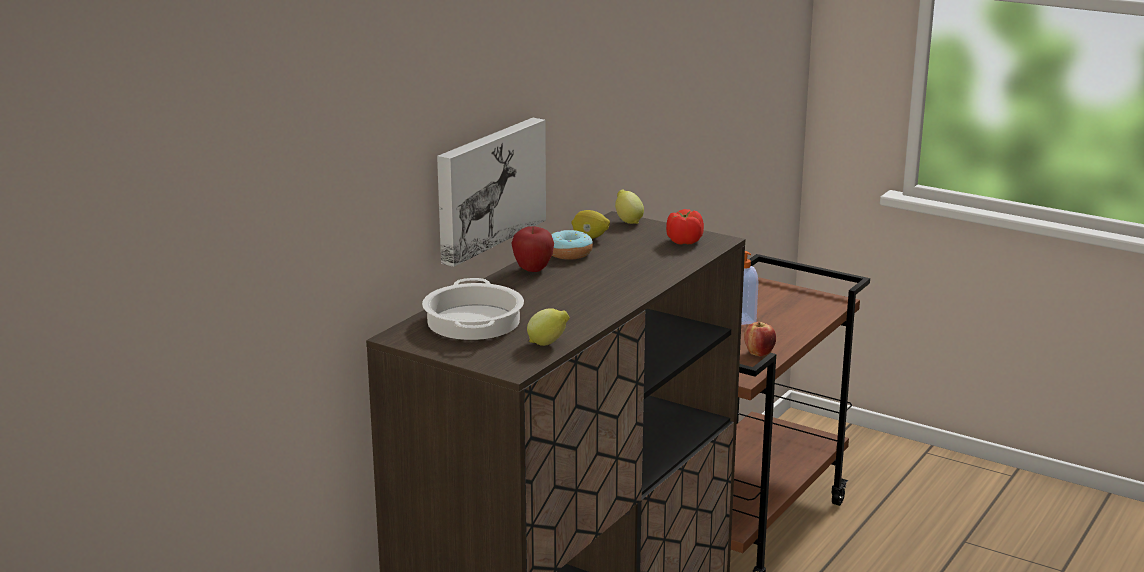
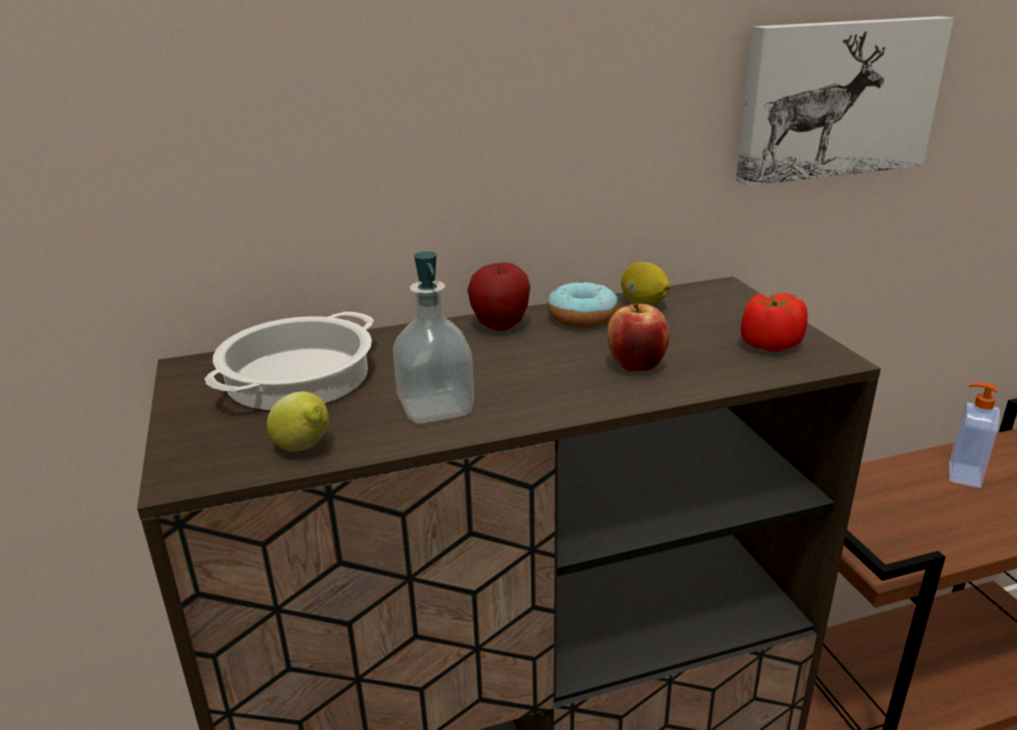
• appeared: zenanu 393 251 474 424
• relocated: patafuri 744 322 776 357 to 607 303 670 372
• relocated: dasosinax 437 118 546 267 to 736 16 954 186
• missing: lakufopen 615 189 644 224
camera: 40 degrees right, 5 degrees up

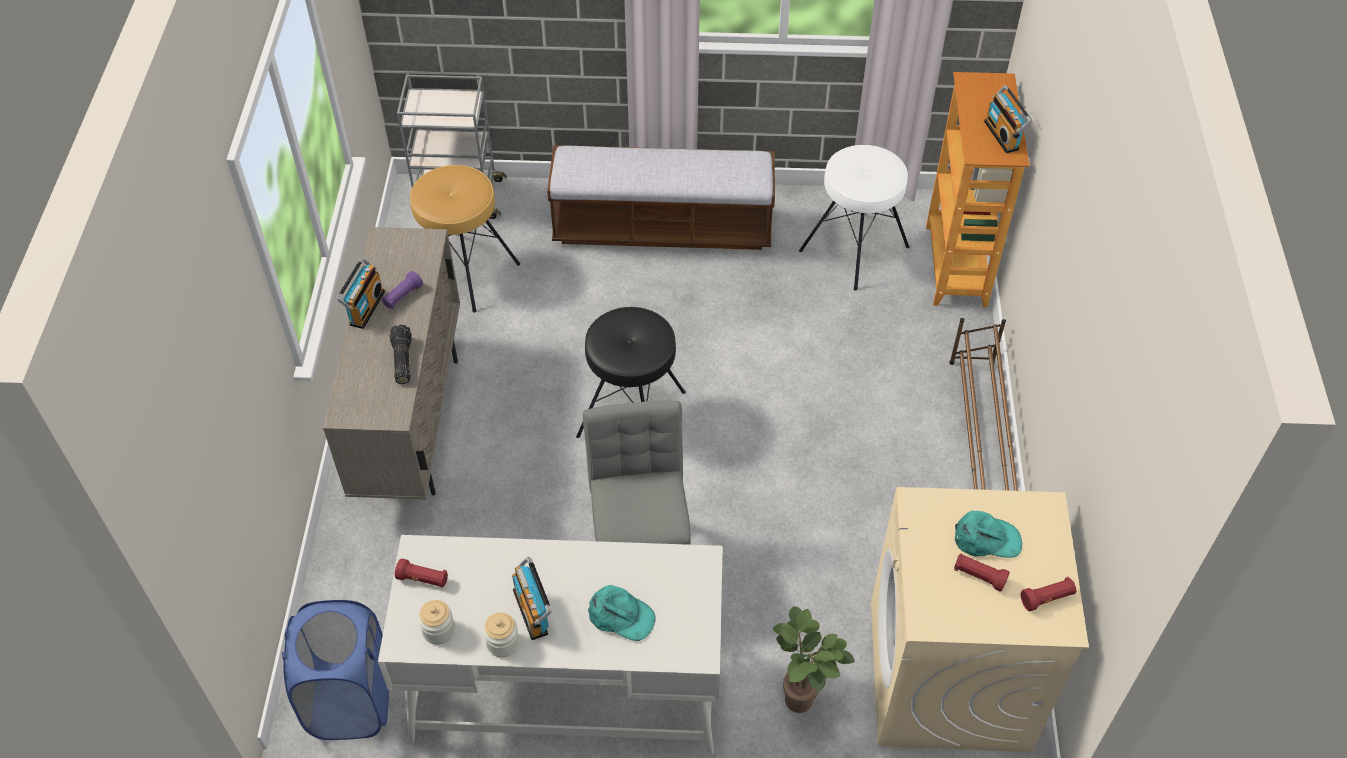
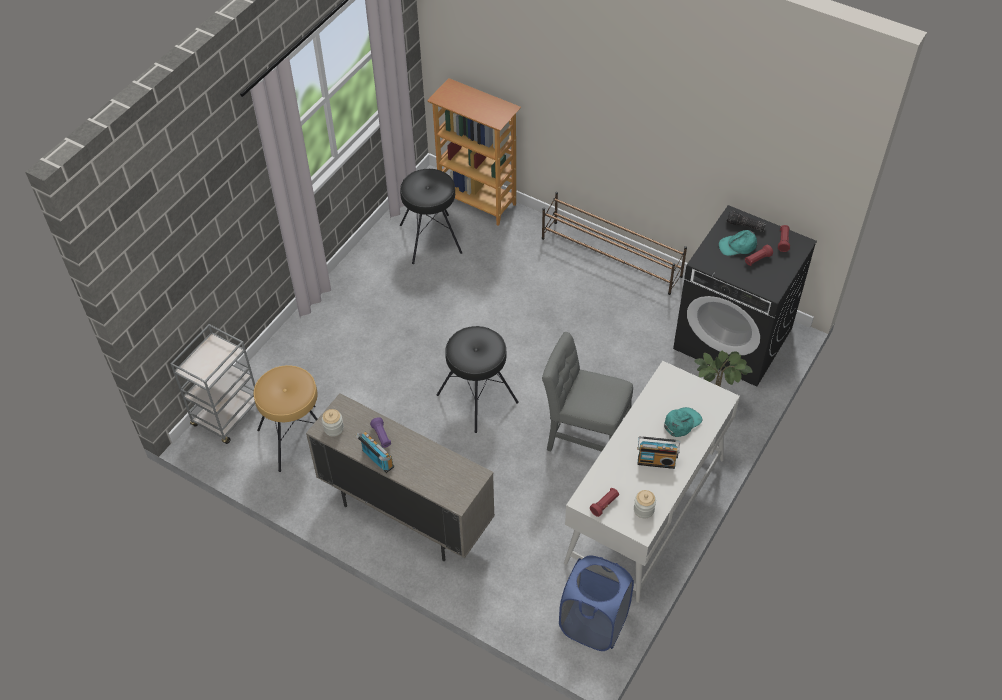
• relocated: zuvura 483 613 519 657 to 322 409 344 437
• colour: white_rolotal 799 145 909 291 to black_rolotal 400 169 462 264
• colour: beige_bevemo 871 487 1089 752 to black_bevemo 673 205 817 387
• spun: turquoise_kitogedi 955 511 1022 558 = 719 230 758 256 135 degrees counterclockwise
• relocated: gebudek 390 325 412 384 to 726 210 766 232
• missing: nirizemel 547 145 775 250
• missing: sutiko 984 85 1032 153
camera: 60 degrees left, 0 degrees up

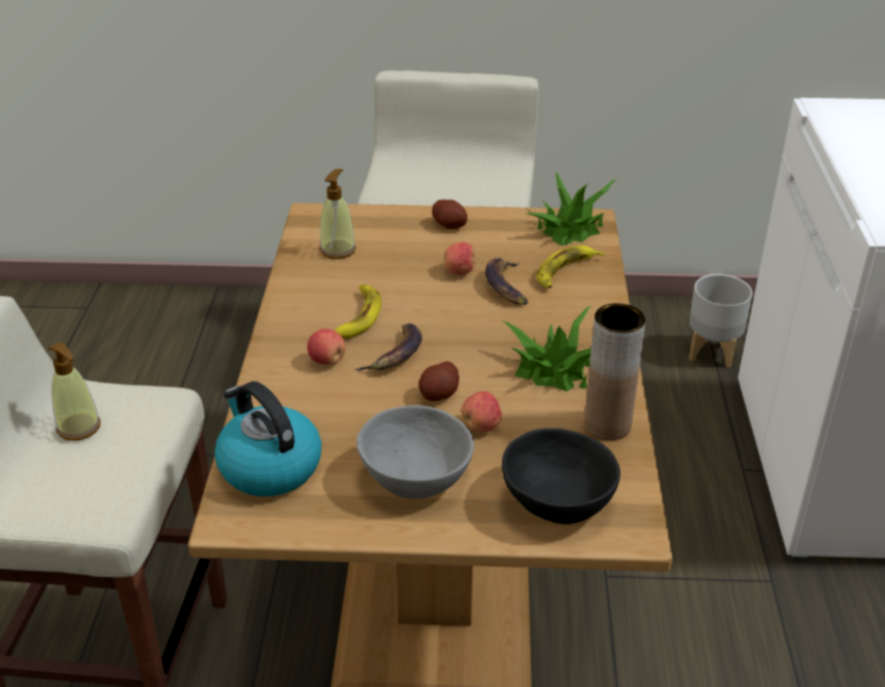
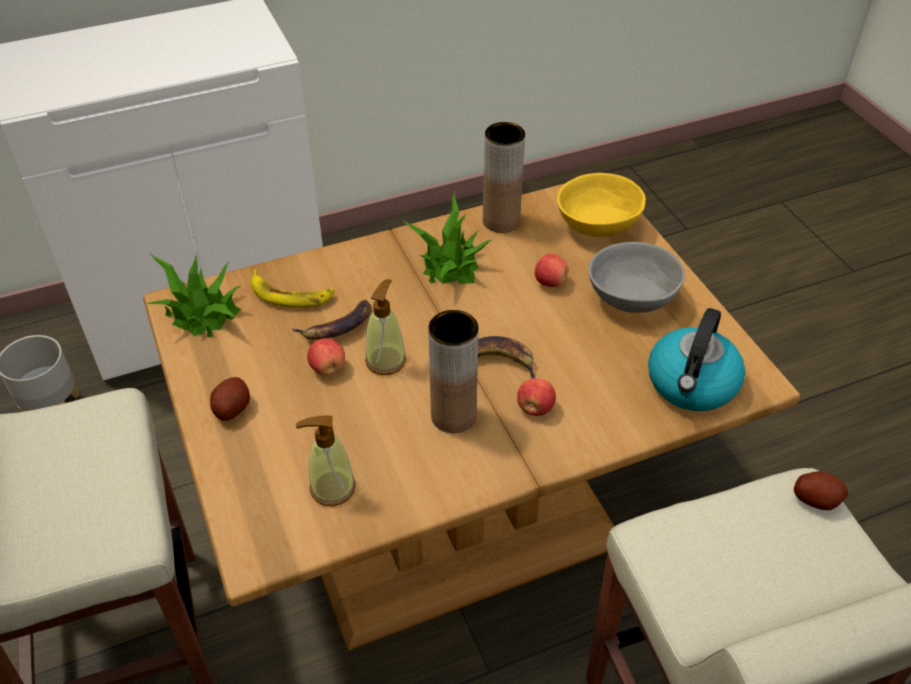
• relocated: zenanu 48 342 101 441 to 365 279 406 375
• exchanged: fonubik 335 284 381 339 to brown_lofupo 428 310 478 433
• colour: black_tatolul 502 428 620 524 to yellow_tatolul 557 173 646 237
• relocated: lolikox 419 361 459 401 to 794 471 848 510
camera: 115 degrees left, 10 degrees up

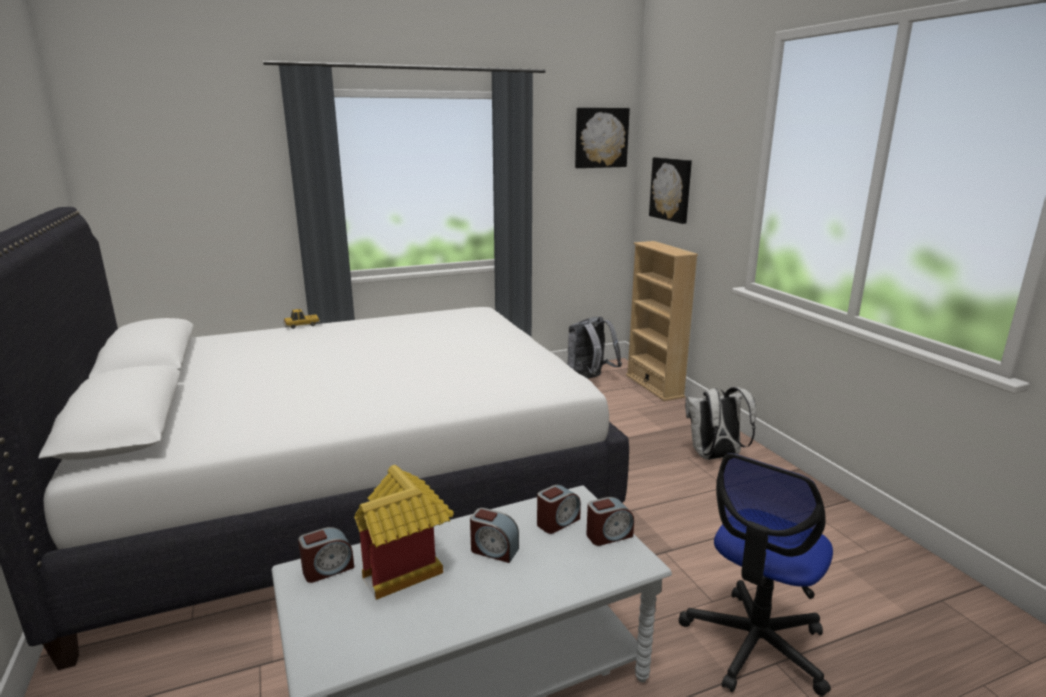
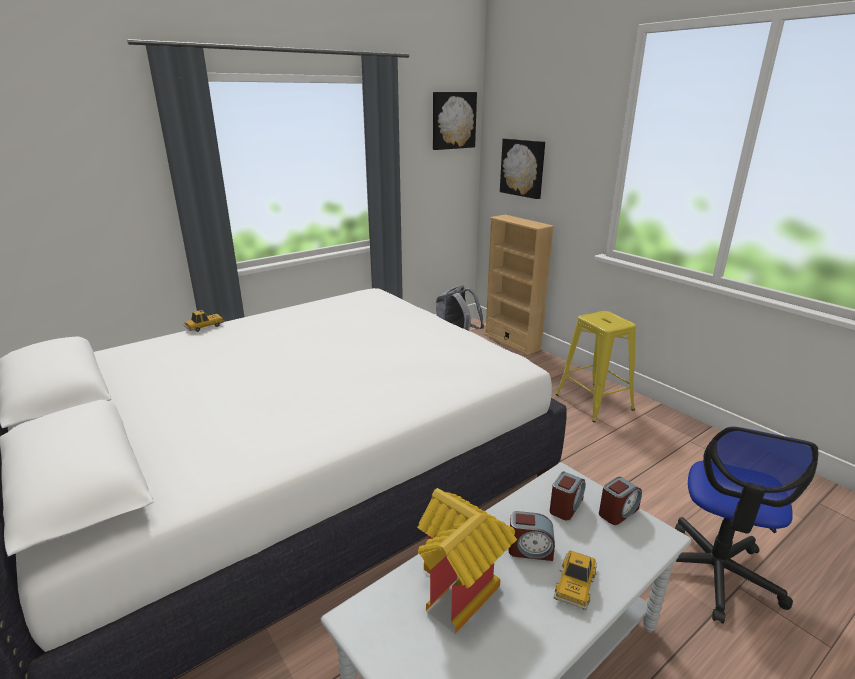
• appeared: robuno 554 550 597 610
• exchanged: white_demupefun 685 387 756 460 to yellow_rolotal 556 311 636 422
• missing: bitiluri 298 527 354 583
camera: 15 degrees left, 5 degrees up

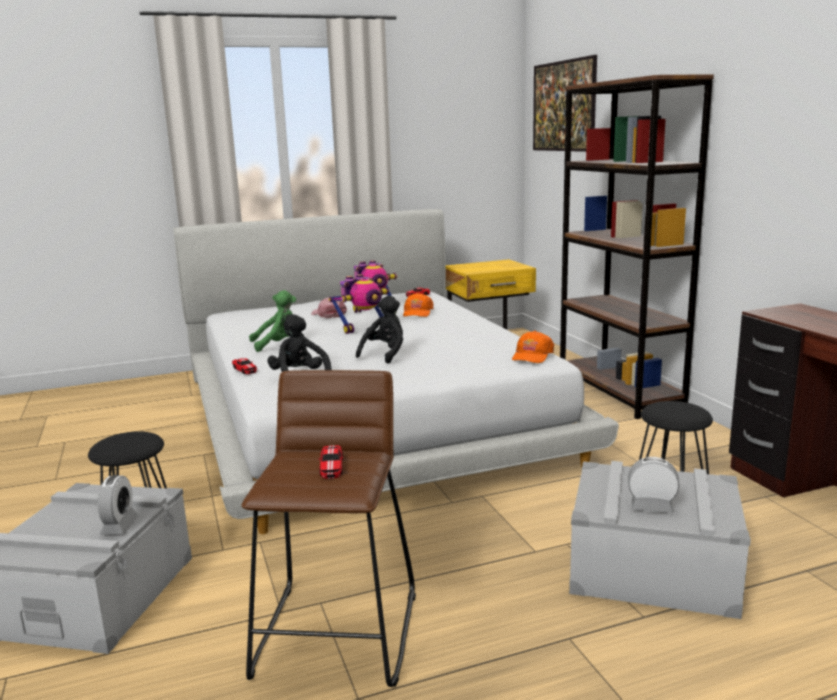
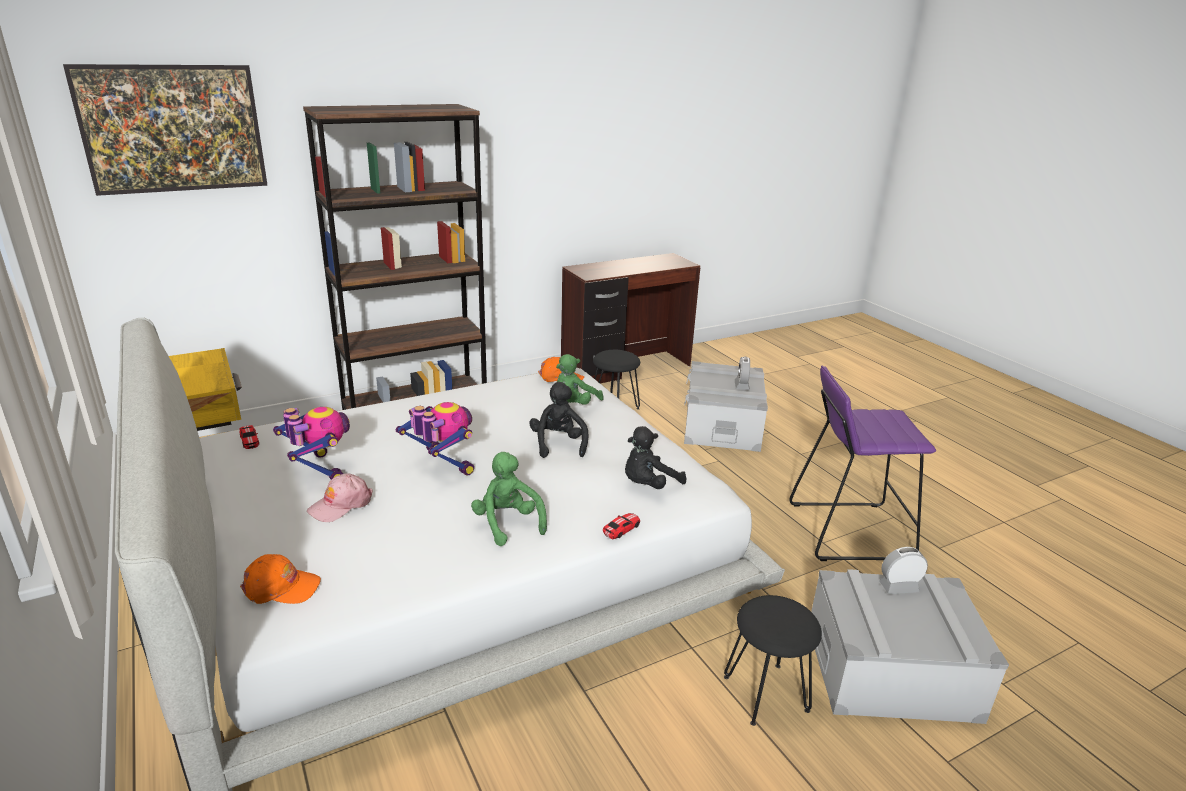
• relocated: orange_kitogedi 403 293 434 317 to 240 554 321 604
• spun: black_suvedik 356 295 403 364 = 529 382 589 458 60 degrees clockwise
• appeared: green_suvedik 556 354 603 405
• colour: brown_rolotal 242 370 416 687 to purple_rolotal 789 366 936 561
• missing: robuno 318 445 343 479
camera: 100 degrees left, 10 degrees up

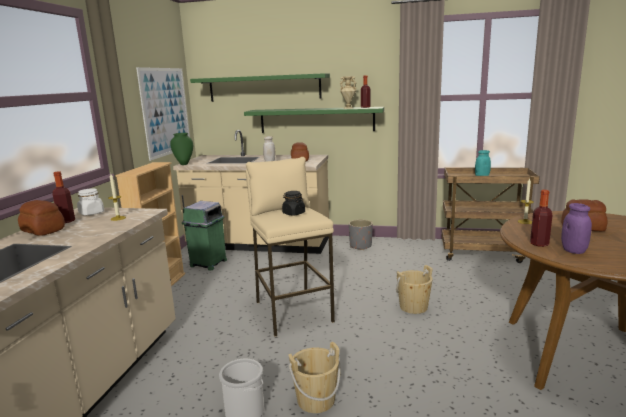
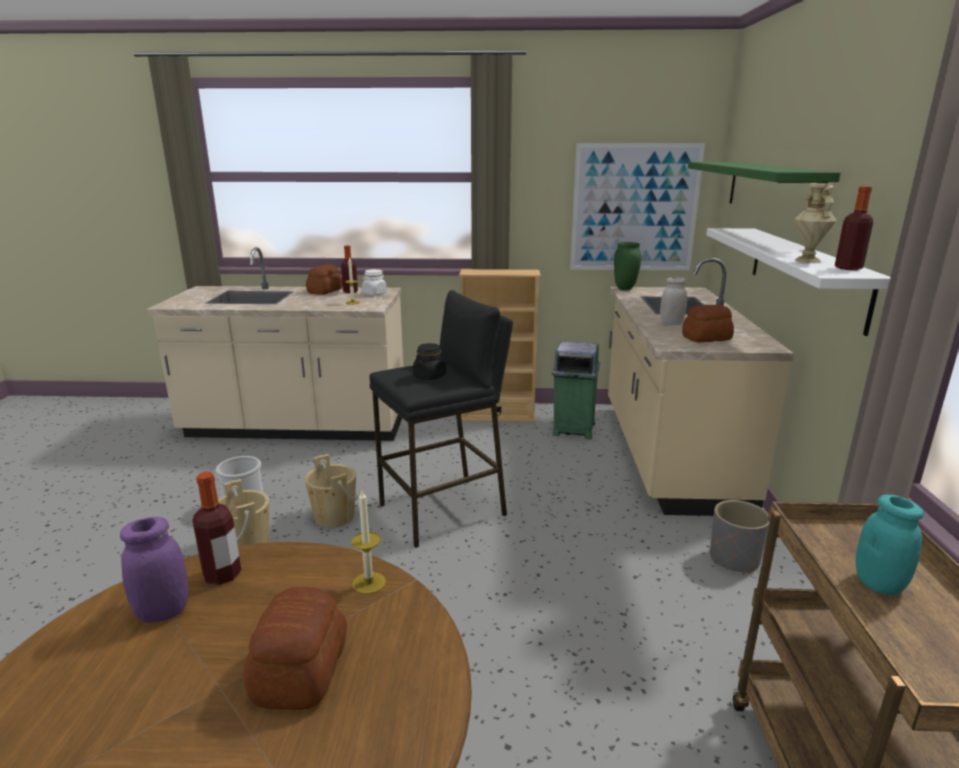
• relocated: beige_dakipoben 396 265 433 314 to 305 454 358 528
• colour: beige_rolotal 245 157 335 337 to black_rolotal 370 290 513 548
• colour: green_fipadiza 244 107 384 133 to white_fipadiza 706 228 890 336
camera: 80 degrees right, 5 degrees up

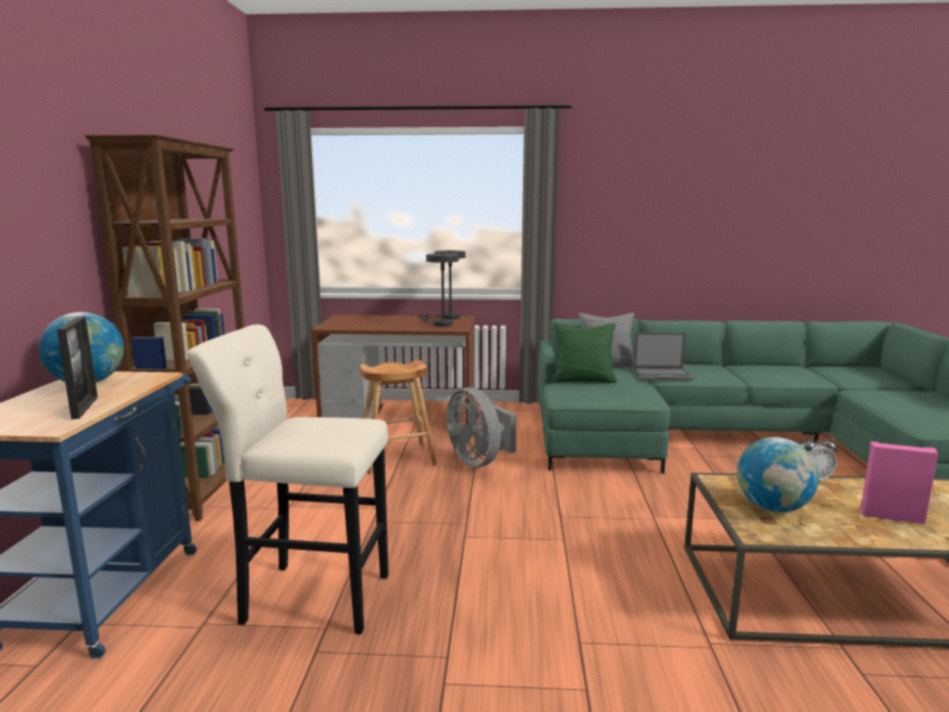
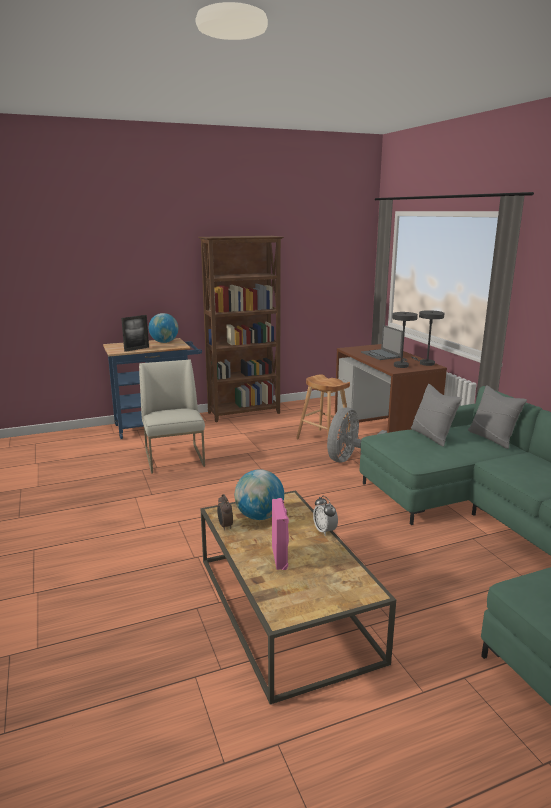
• exchanged: beige_rolotal 187 324 389 635 to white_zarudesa 139 360 205 474
• appeared: bitiluri 217 494 233 531
• relocated: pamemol 633 333 694 380 to 361 325 403 360
• colour: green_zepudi 553 323 617 383 to grey_zepudi 411 384 462 447
camera: 65 degrees right, 5 degrees up

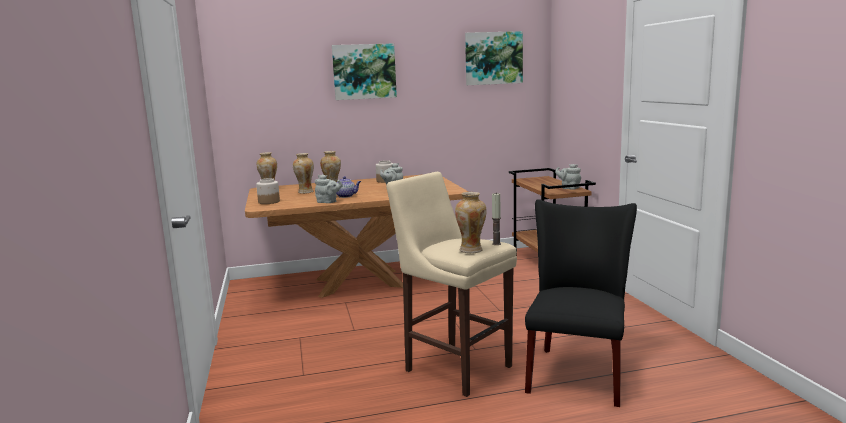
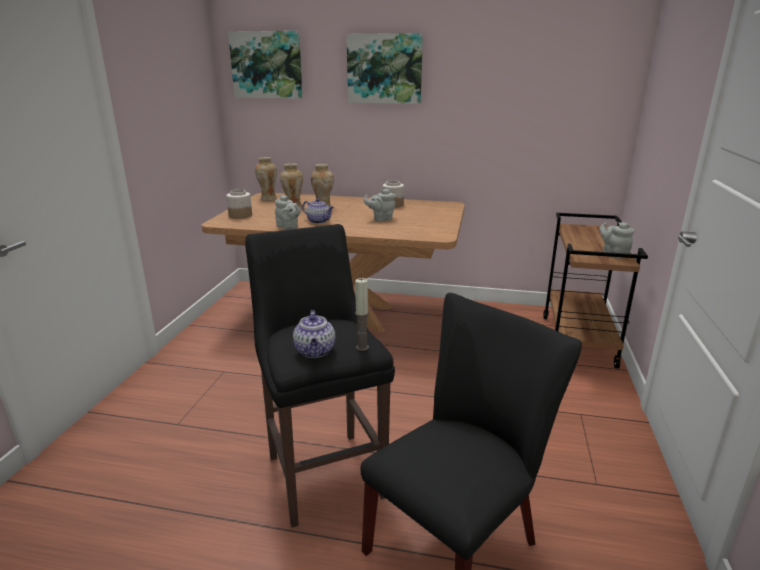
• relocated: dasosinax 465 31 523 85 to 228 31 303 99
• colour: beige_rolotal 387 172 517 397 to black_rolotal 245 224 395 528
• exchanged: lofupo 455 192 487 253 to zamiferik 293 310 336 358
camera: 25 degrees right, 10 degrees up

